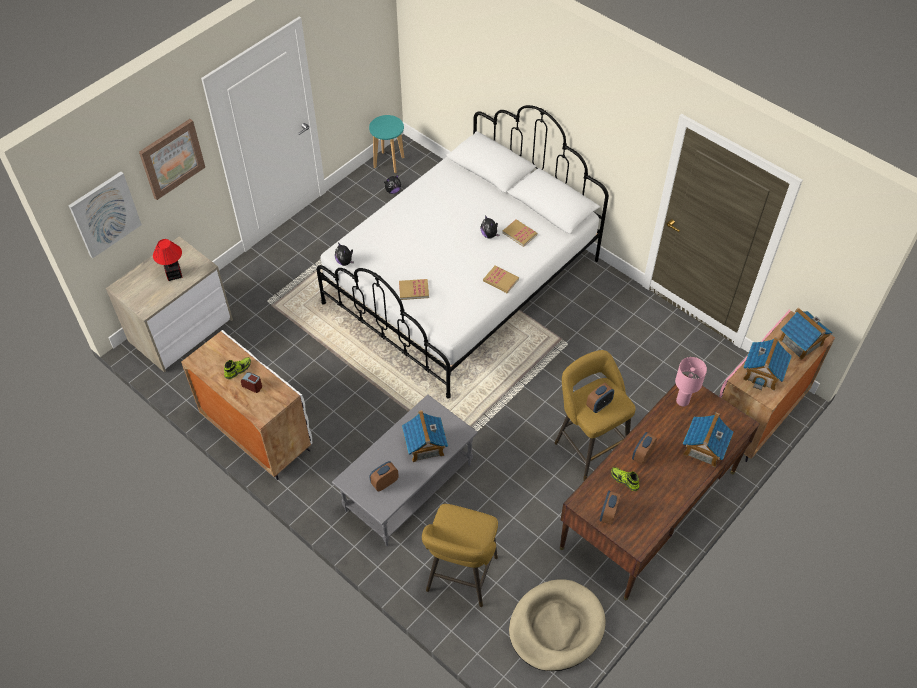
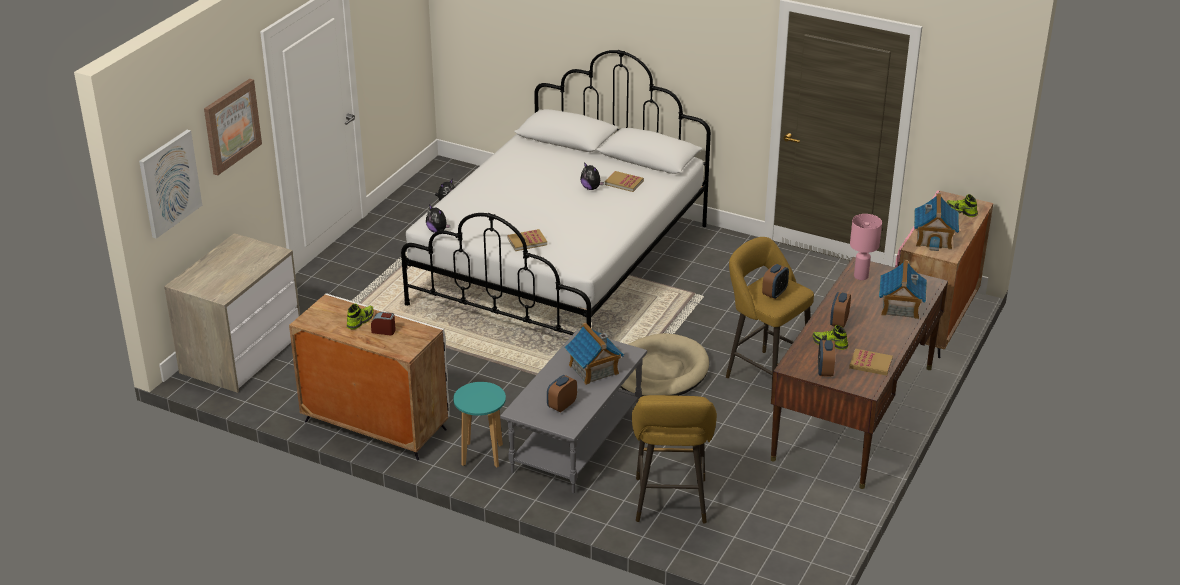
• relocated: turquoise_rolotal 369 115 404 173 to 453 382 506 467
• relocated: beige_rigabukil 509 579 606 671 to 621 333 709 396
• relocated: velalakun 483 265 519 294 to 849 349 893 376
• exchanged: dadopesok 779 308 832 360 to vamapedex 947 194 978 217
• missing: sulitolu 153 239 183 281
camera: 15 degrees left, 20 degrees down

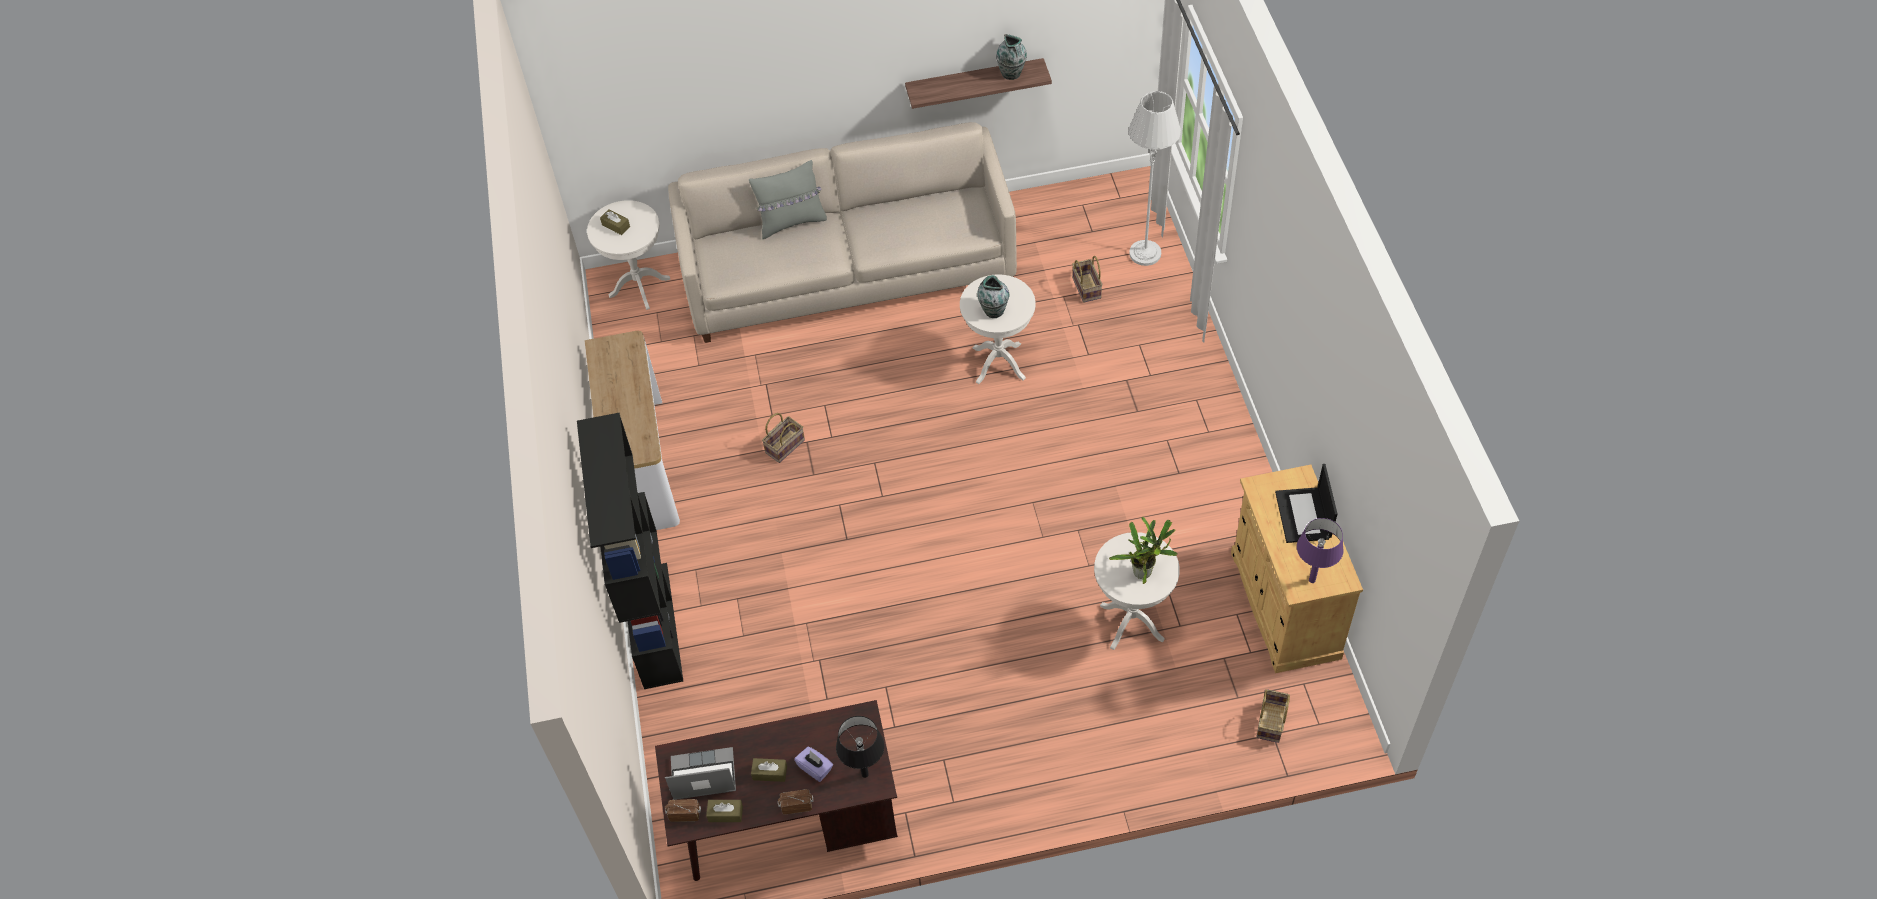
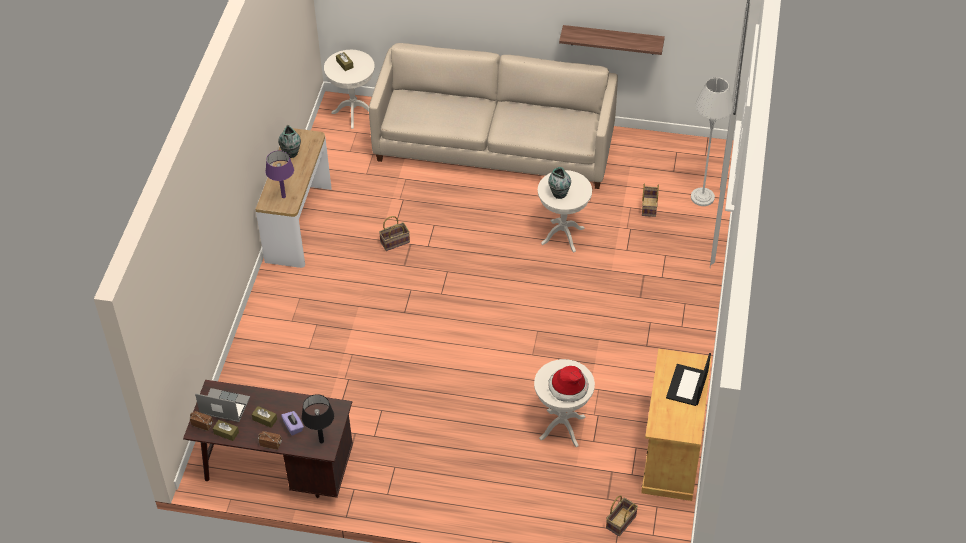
• relocated: purple_sulitolu 1297 518 1344 583 to 265 150 294 198
• relocated: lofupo 996 34 1027 80 to 278 125 301 158
• exchanged: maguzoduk 1109 517 1178 584 to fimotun 548 366 589 402
• missing: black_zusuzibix 577 413 683 689
• missing: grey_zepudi 749 160 827 239
camera: 20 degrees right, 5 degrees down

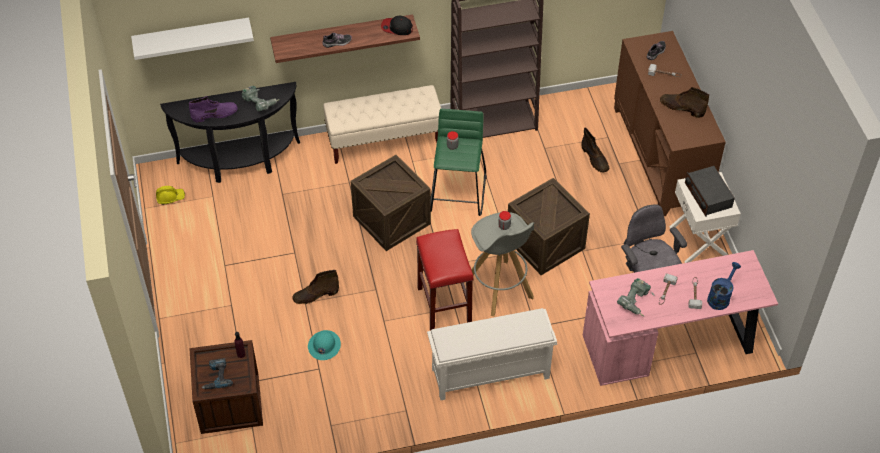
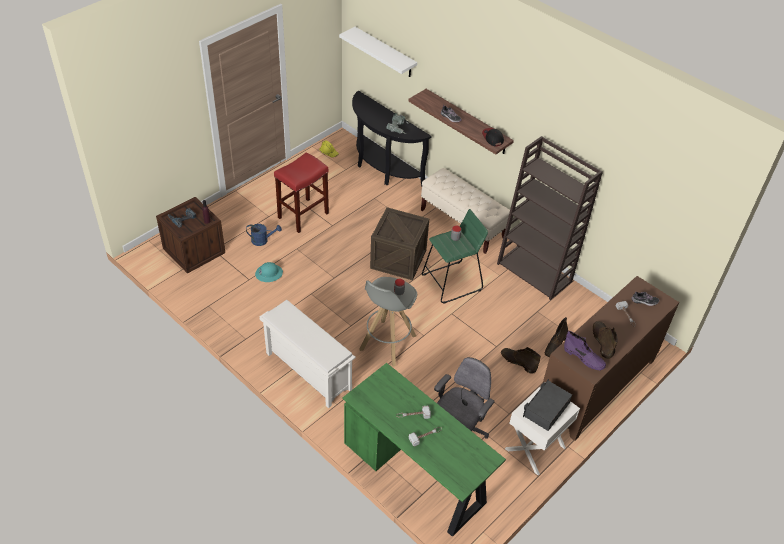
• relocated: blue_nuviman 707 262 741 310 to 246 224 282 246
• relocated: red_rolotal 416 229 474 331 to 274 152 329 233
• colour: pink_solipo 583 250 778 386 to green_solipo 343 363 506 537
• relocated: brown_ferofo 292 270 339 304 to 501 347 541 374
• relocated: purple_ferofo 189 96 237 123 to 564 331 606 371
• missing: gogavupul 508 178 590 275
• missing: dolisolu 617 278 655 317
camera: 55 degrees right, 5 degrees down

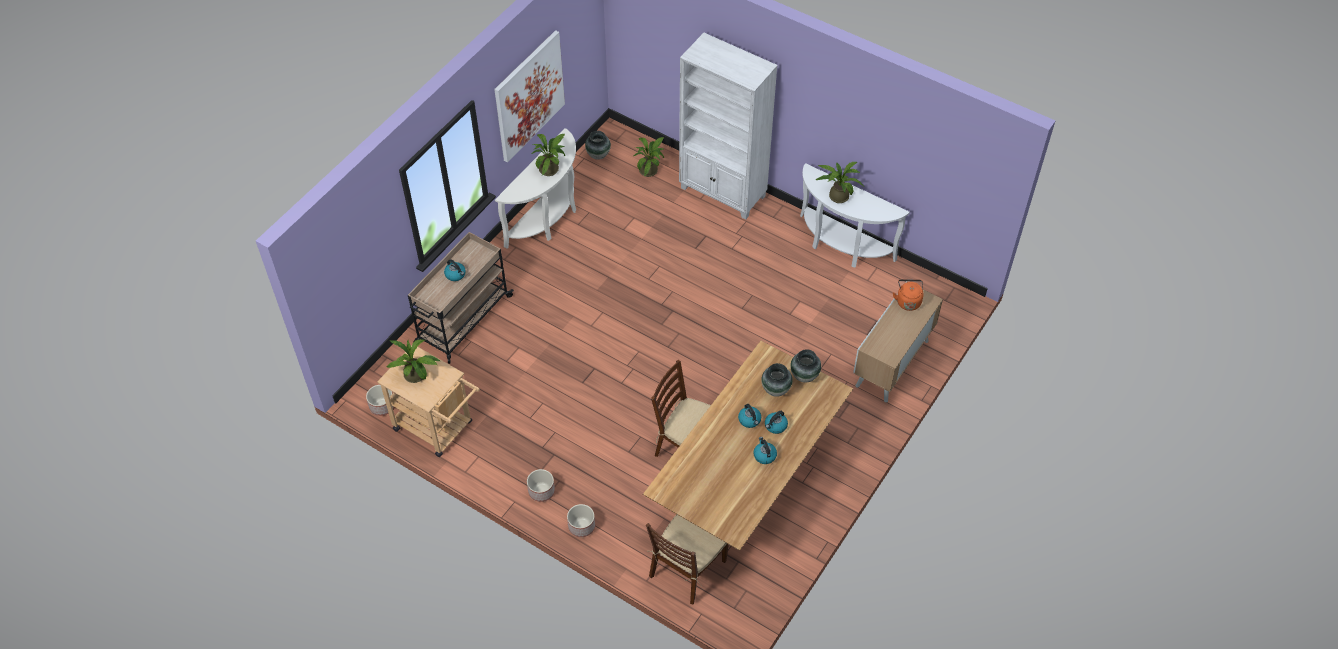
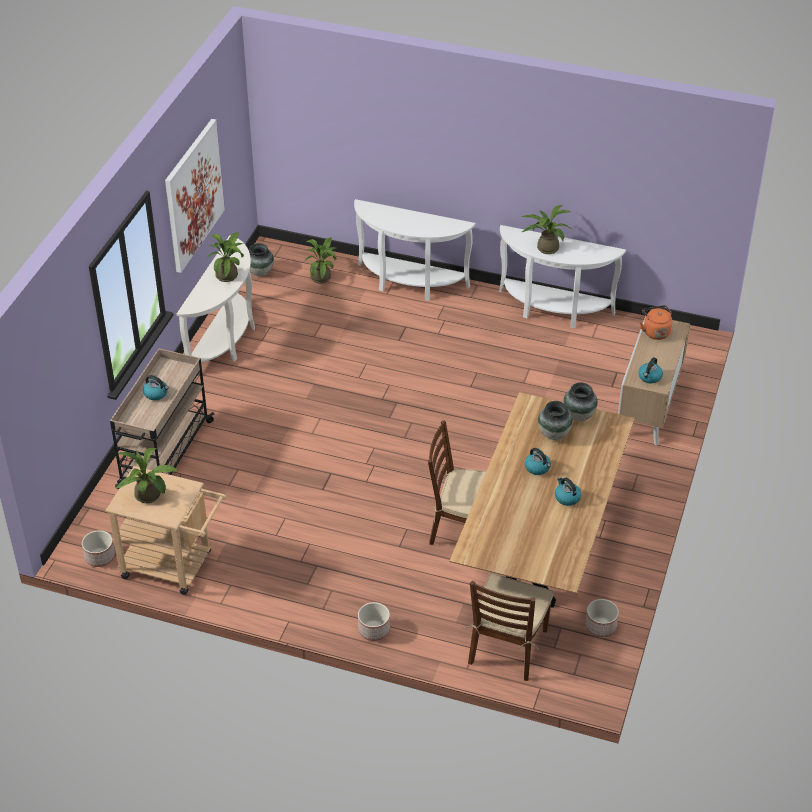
• exchanged: white_zusuzibix 679 33 778 220 to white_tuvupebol 354 199 476 301
• relocated: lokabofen 527 469 555 502 to 585 599 619 637
• relocated: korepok 765 411 788 434 to 639 357 663 383
camera: 15 degrees left, 10 degrees down

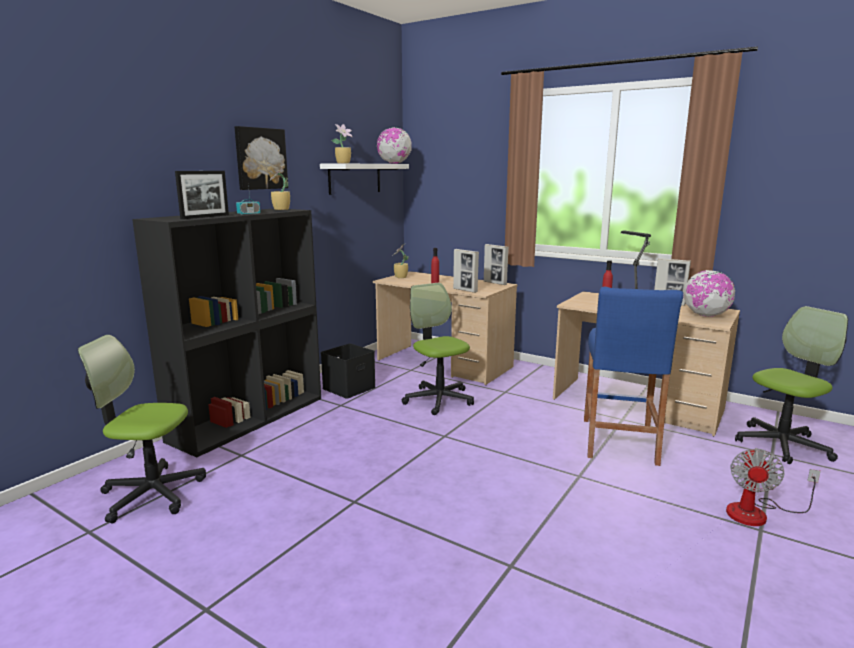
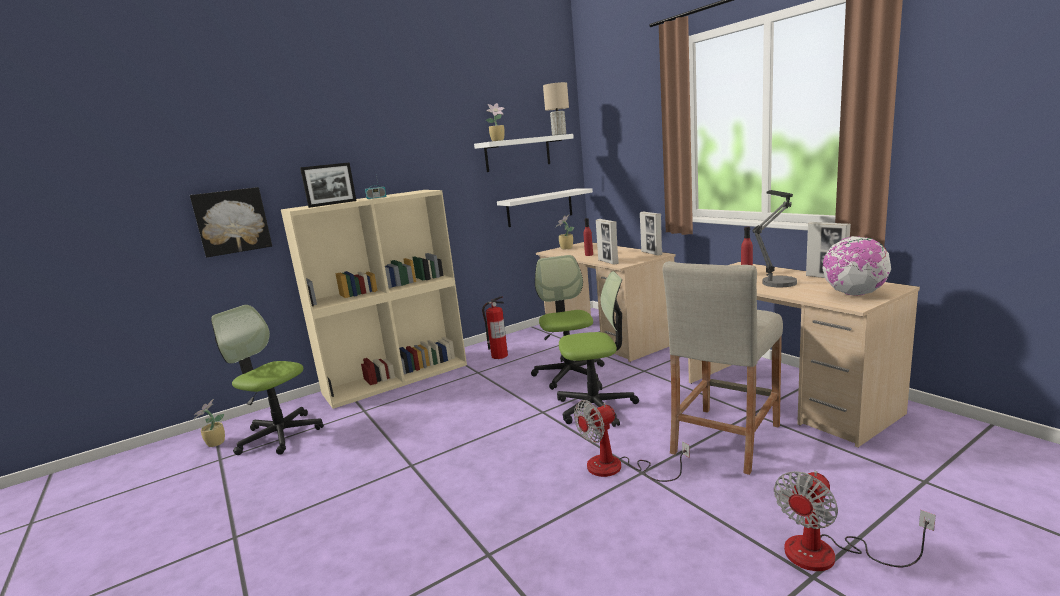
• relocated: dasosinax 235 126 288 190 to 190 187 272 257
• relocated: maguzoduk 270 164 290 210 to 194 399 225 447
• colour: black_zusuzibix 132 209 321 458 to beige_zusuzibix 281 190 467 409
• exchanged: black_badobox 321 343 376 399 to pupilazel 482 296 508 359
• appeared: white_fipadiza 497 188 593 227
• exchanged: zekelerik 377 127 412 164 to beige_sulitolu 543 82 569 136
• relocated: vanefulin 735 306 848 464 to 557 271 639 427
• appeared: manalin 574 400 690 482
• colour: blue_rolotal 584 286 683 466 to beige_rolotal 663 261 783 475
camera: 25 degrees right, 0 degrees up

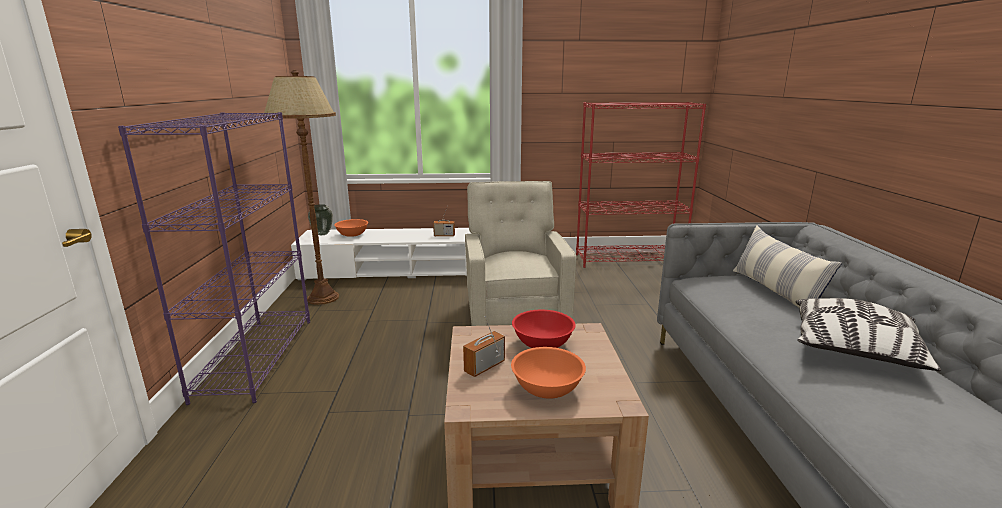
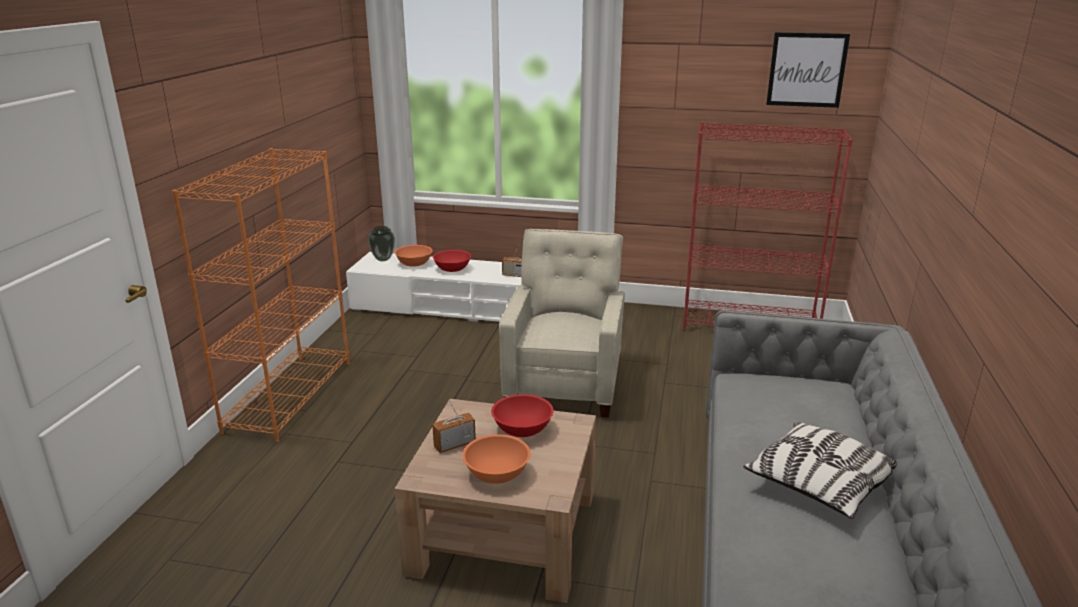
• colour: purple_zusuzibix 118 112 310 405 to orange_zusuzibix 172 148 350 442
• appeared: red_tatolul 433 250 471 272
• appeared: dasosinax 766 32 850 108
• missing: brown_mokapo 262 70 339 305
• missing: zepudi 733 225 842 308
camera: 15 degrees right, 5 degrees up

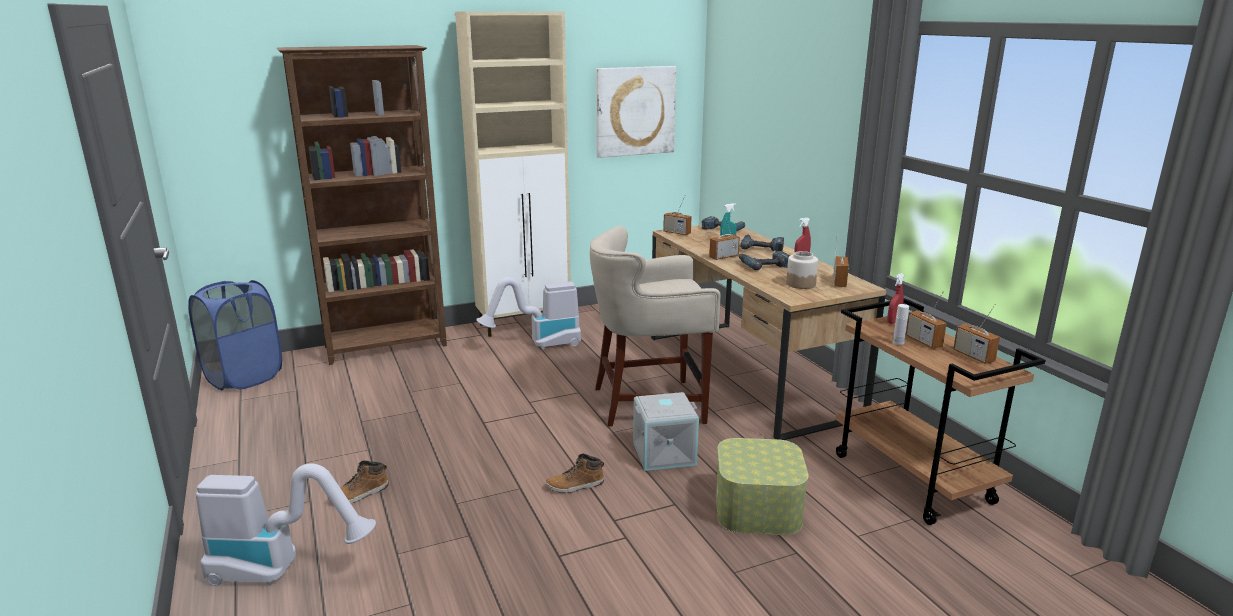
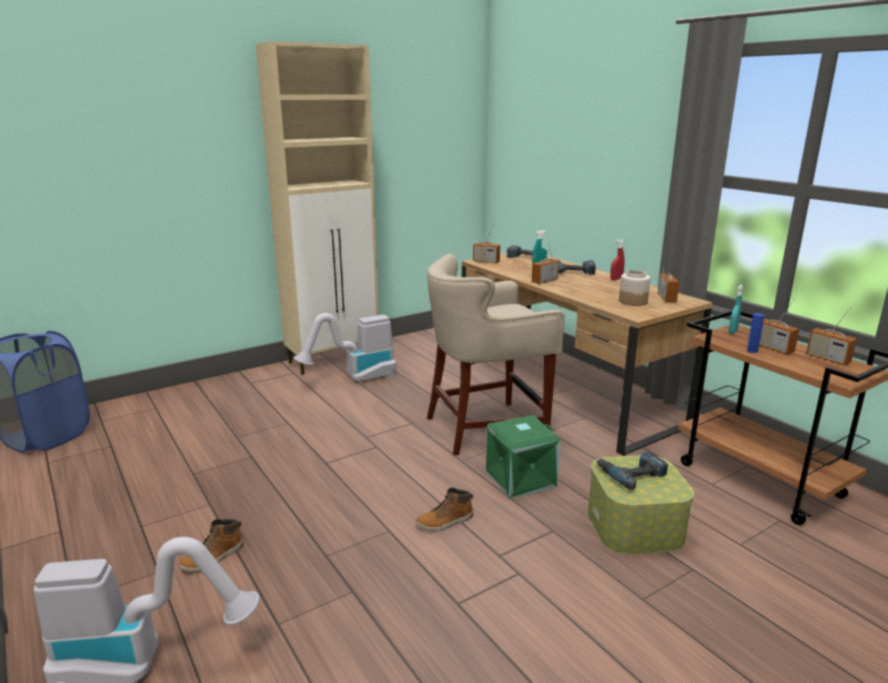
• colour: grey_badobox 633 392 699 471 to green_badobox 486 415 561 498
• relocated: dolisolu 739 251 790 270 to 596 451 668 490
• colour: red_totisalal 887 273 904 324 to turquoise_totisalal 728 285 743 334
• colour: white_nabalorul 893 304 909 345 to blue_nabalorul 746 313 764 353
• missing: brown_zusuzibix 277 45 447 365
• missing: dasosinax 596 66 676 158
camera: 10 degrees left, 0 degrees up

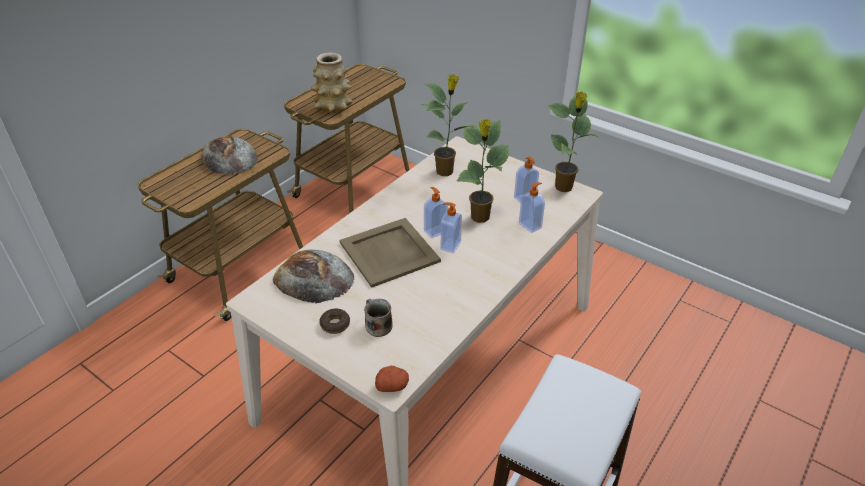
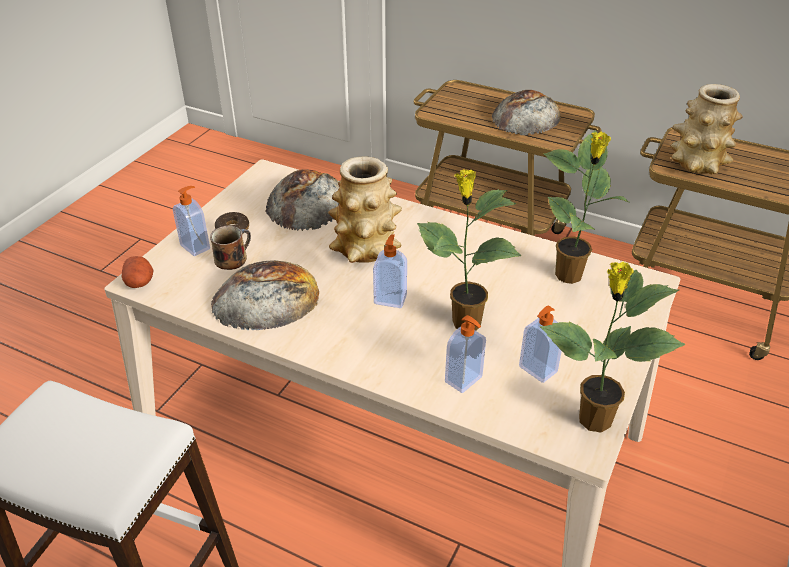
• relocated: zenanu 424 187 448 238 to 173 186 210 256
• appeared: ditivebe 211 260 319 330
• exchanged: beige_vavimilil 339 218 441 288 to lofupo 328 156 402 263
camera: 80 degrees right, 0 degrees up

